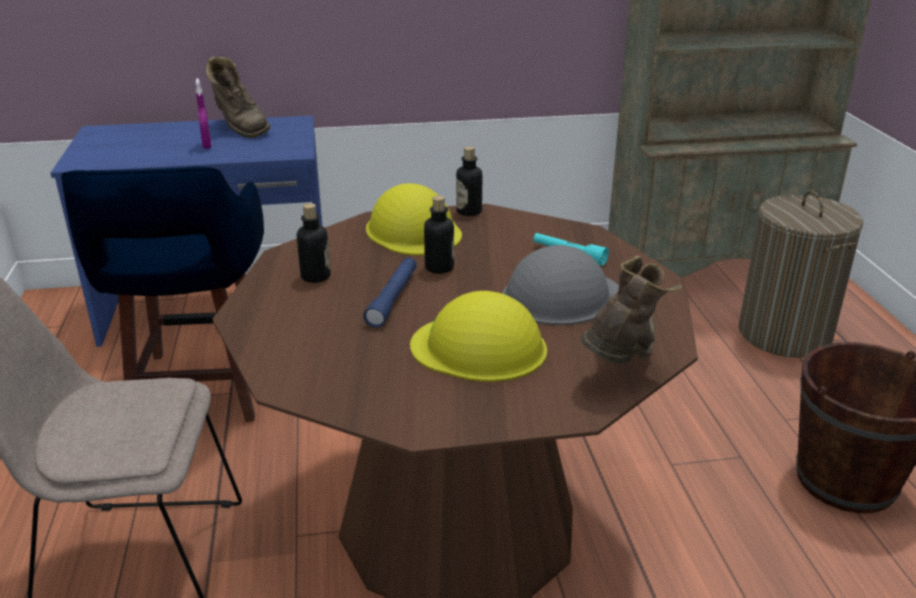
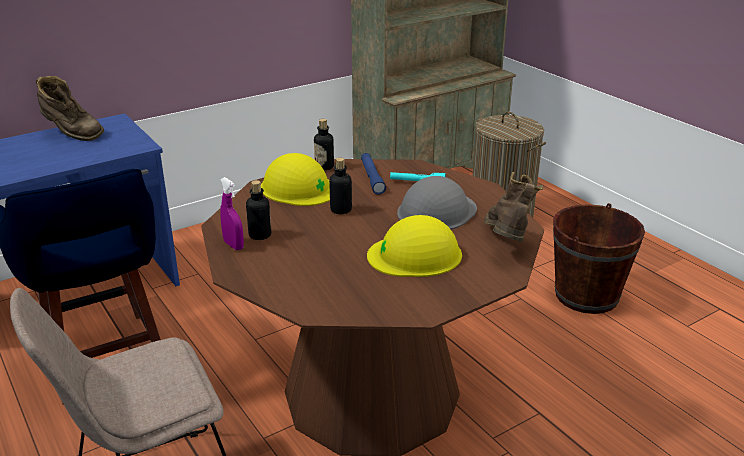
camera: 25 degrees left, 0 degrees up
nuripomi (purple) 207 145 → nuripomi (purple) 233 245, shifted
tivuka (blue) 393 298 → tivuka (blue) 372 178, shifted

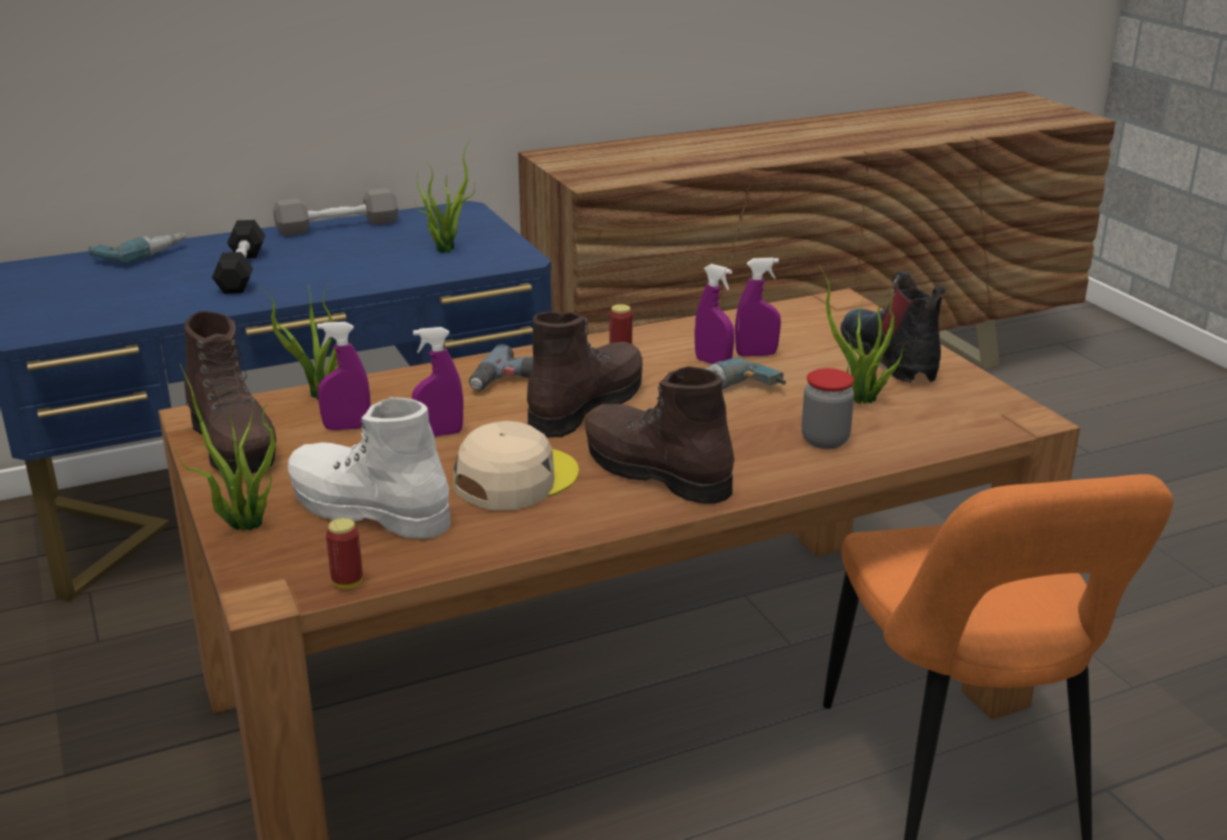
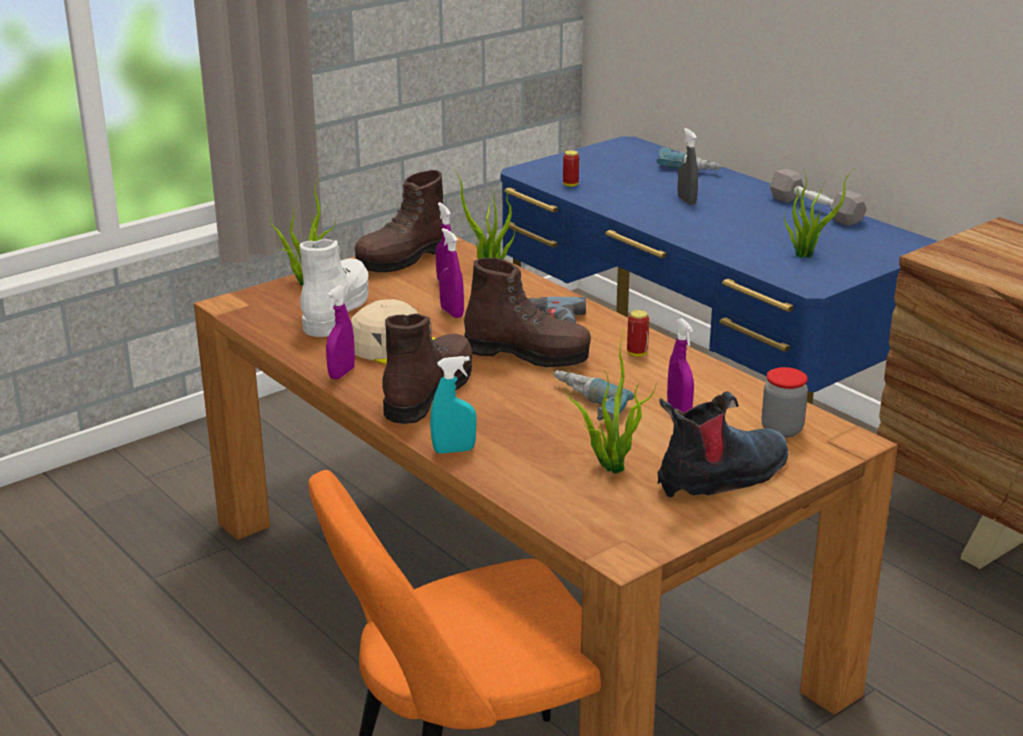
camera: 75 degrees right, 0 degrees up
nuripomi (purple) 713 363 → nuripomi (purple) 341 373, shifted
- → nuripomi (turquoise) 454 450
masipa 347 582 → masipa 570 185, shifted
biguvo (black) 242 271 → nuripomi (grey) 686 201
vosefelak 825 440 → vosefelak 782 430, shifted

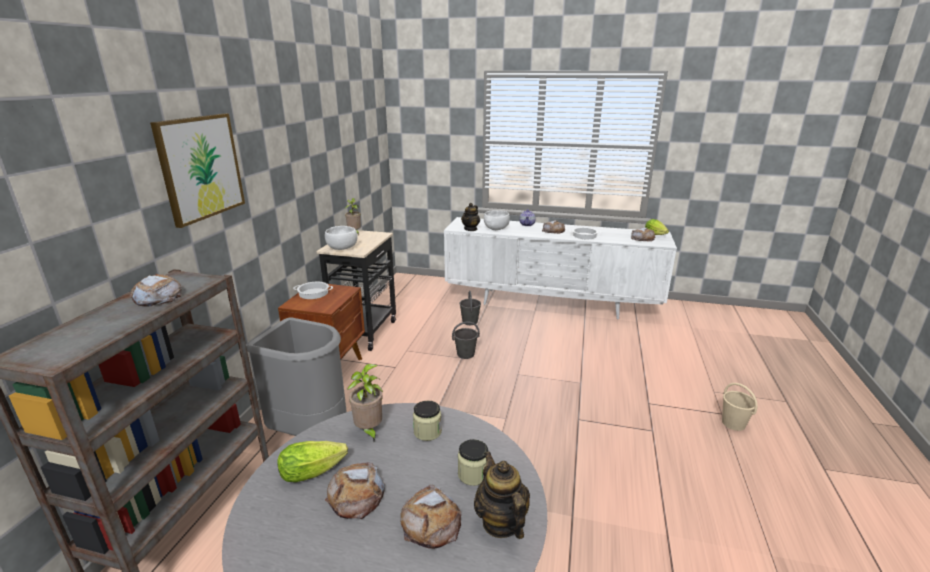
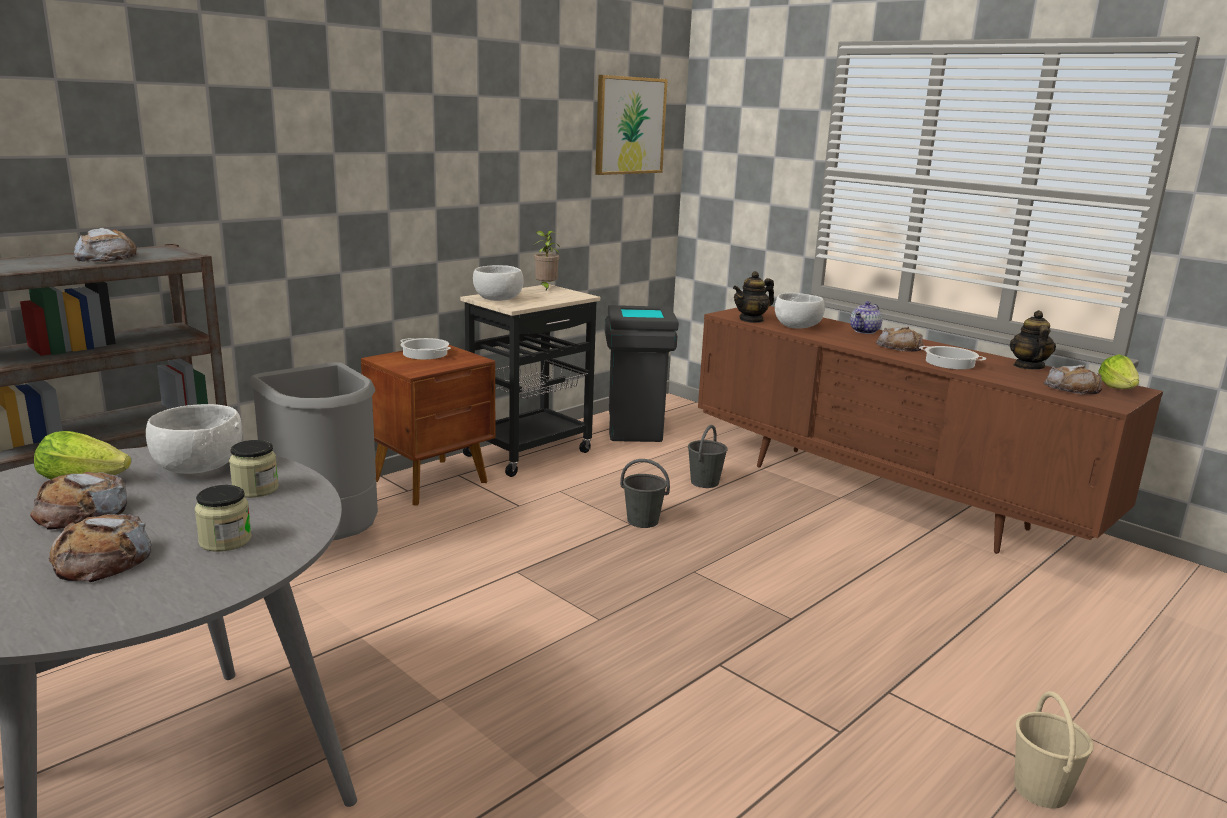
camera: 30 degrees right, 5 degrees down
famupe 369 431 → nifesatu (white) 198 468
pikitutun 200 167 → pikitutun 629 125, shifted
- → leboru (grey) 634 433
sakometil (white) 551 304 → sakometil (brown) 886 496
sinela 501 522 → sinela 1028 366, shifted

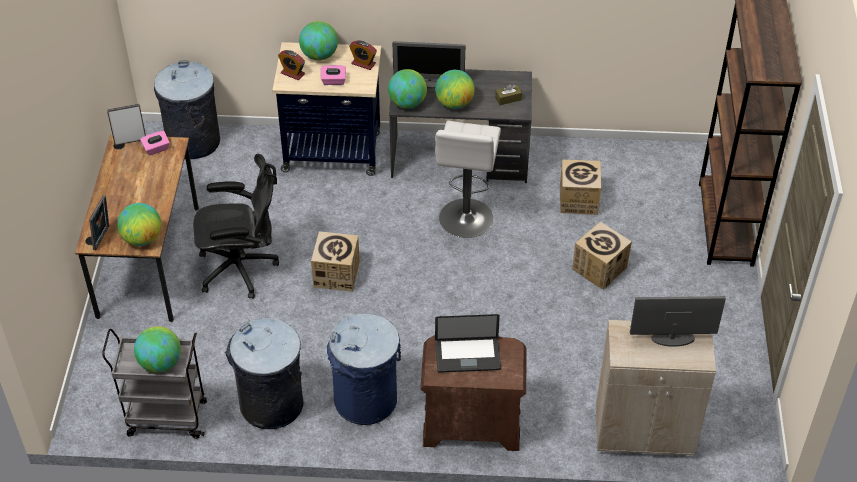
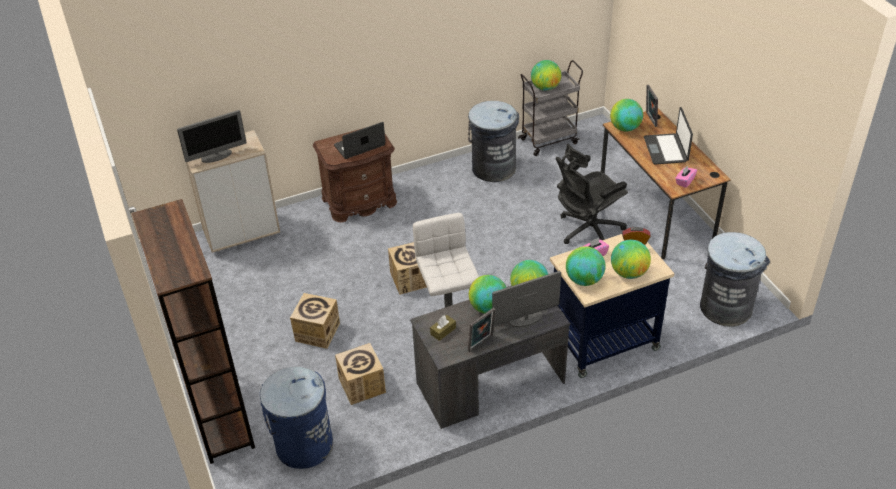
camera: 155 degrees right, 5 degrees down
leboru (blue) 366 400 → leboru (blue) 303 445, shifted
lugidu 336 274 → lugidu 410 279, shifted
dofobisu 130 140 → dofobisu 481 344, shifted
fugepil 363 63 → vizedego 584 280
- → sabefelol 666 150

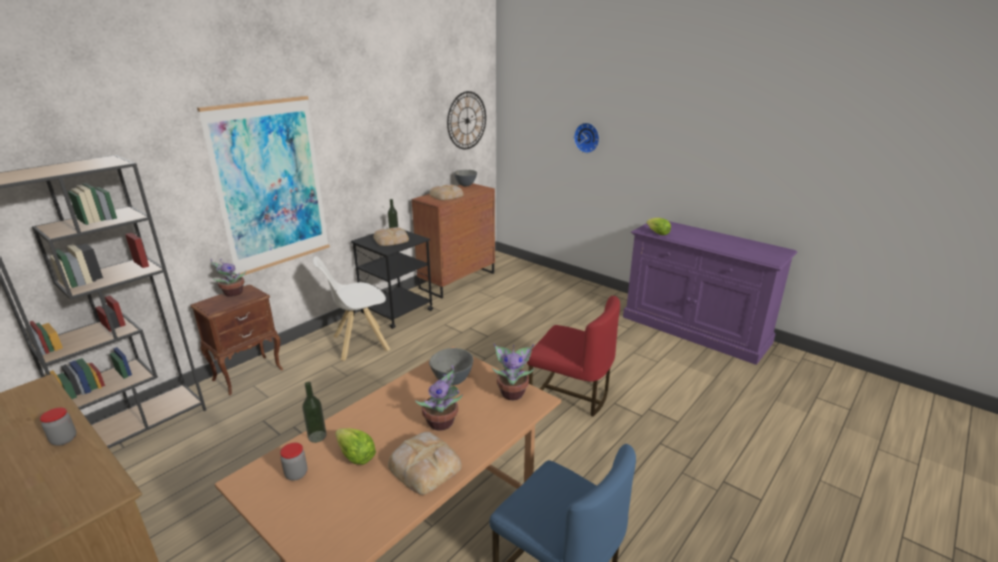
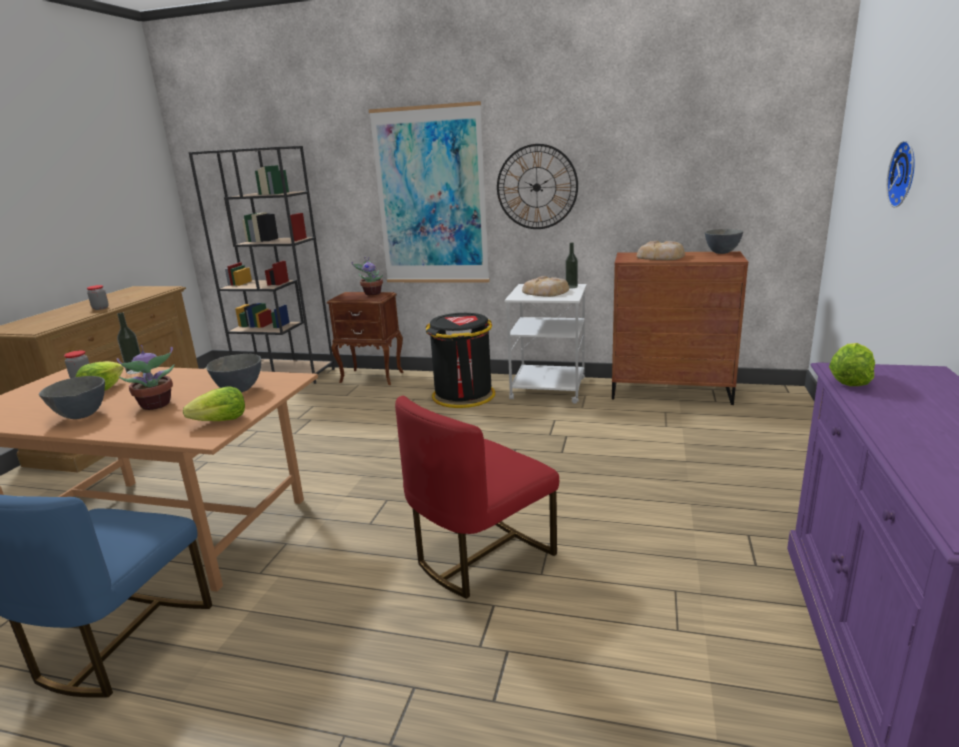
camera: 65 degrees right, 5 degrees down
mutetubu 424 465 → nifesatu (grey) 82 416
famupe 513 392 → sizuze 221 421
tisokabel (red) 570 395 → tisokabel (red) 480 555, 45 degrees clockwise
tisokabel (white) 359 343 → leboru (black) 463 396
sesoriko 467 120 → sesoriko 537 187, shifted
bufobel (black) 397 310 → bufobel (white) 549 389

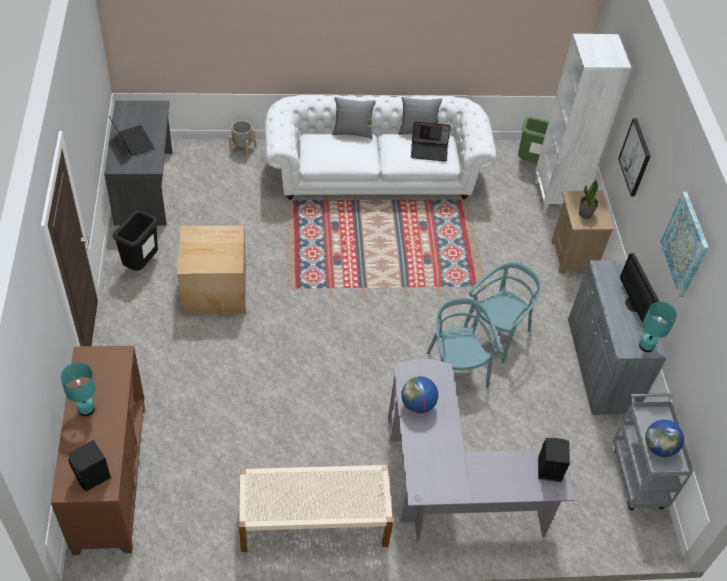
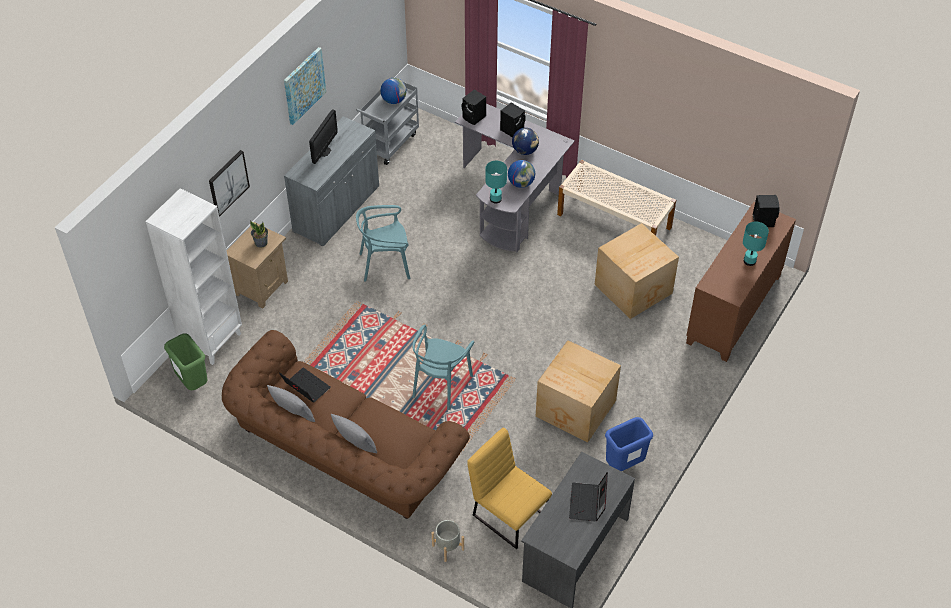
camera: 140 degrees left, 0 degrees up
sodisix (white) 375 171 → sodisix (brown) 343 451
tisokabel (turquoise) 455 371 → tisokabel (turquoise) 441 384, shifted
- → tisokabel (yellow) 508 514
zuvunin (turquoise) 646 346 → zuvunin (turquoise) 495 199, shifted
- → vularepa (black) 512 129
- → vizedego 525 151
- → lugidu 634 289
leboru (black) 141 264 → leboru (blue) 624 464

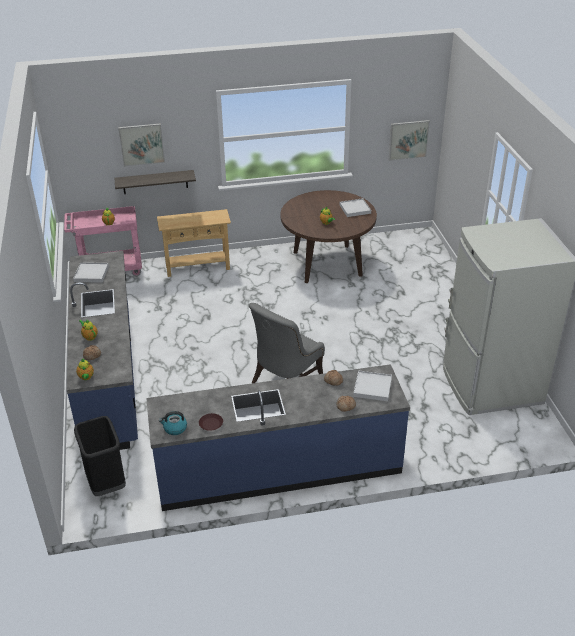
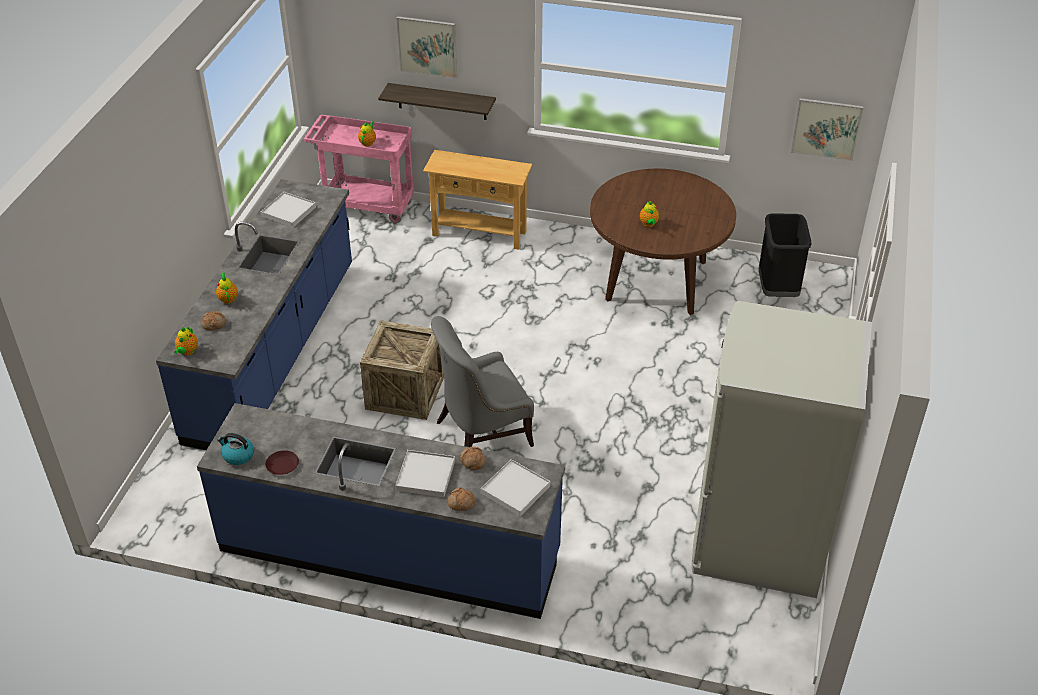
camera: 25 degrees right, 5 degrees up
- → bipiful 405 392
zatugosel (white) 355 209 → zatugosel (white) 425 476, shifted
leboru (black) 106 483 → leboru (black) 778 289, shifted

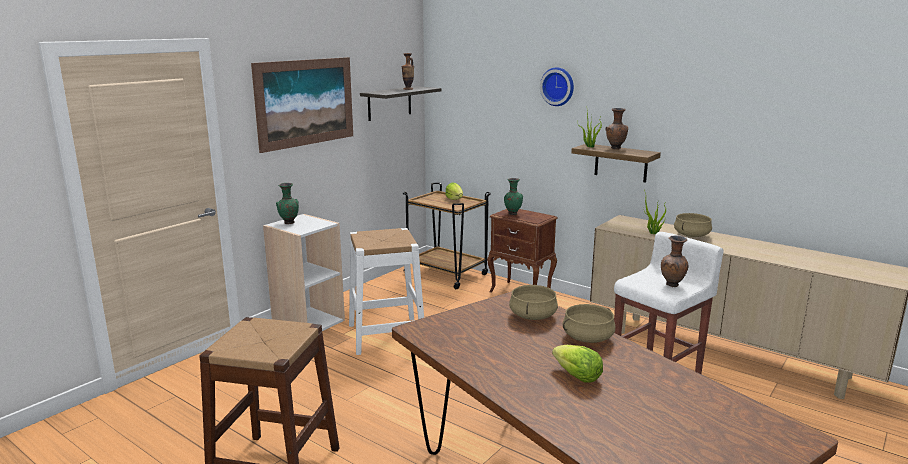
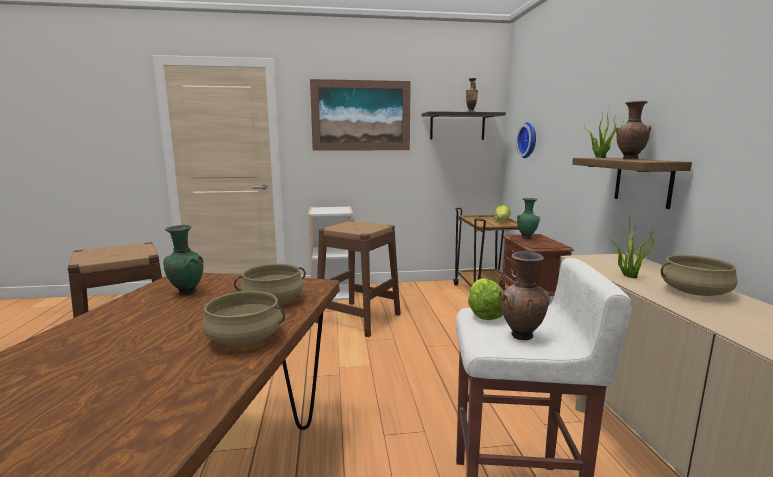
camera: 45 degrees right, 5 degrees down
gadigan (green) 289 223 → gadigan (green) 186 293, shifted
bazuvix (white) 386 335 → bazuvix (brown) 359 318
sizuze 577 377 → sizuze 484 314, shifted
sesoriko 558 86 → sesoriko 529 140, shifted

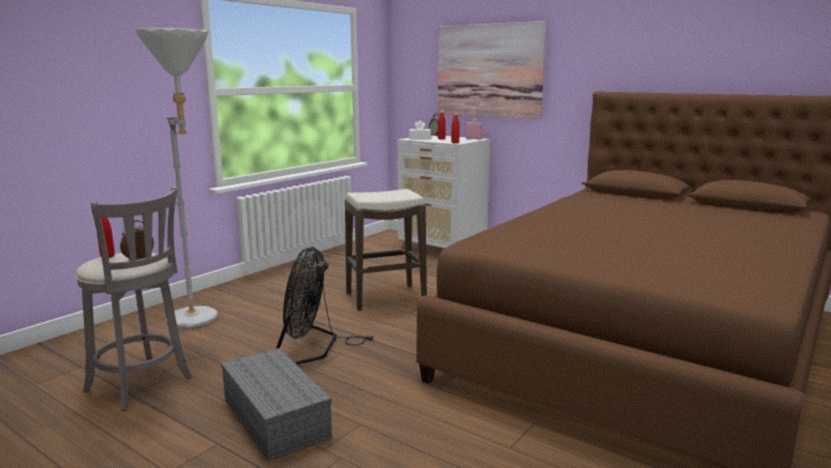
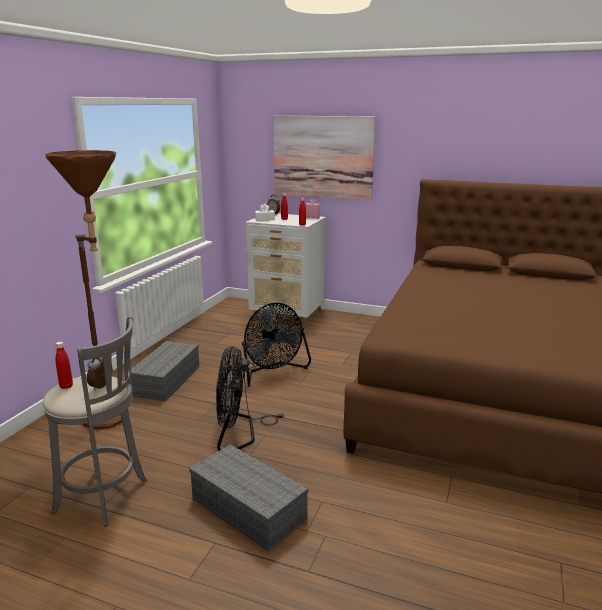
camera: 15 degrees left, 5 degrees up
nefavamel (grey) 198 321 → nefavamel (brown) 113 419
- → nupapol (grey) 166 380
bazuvix 385 298 → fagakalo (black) 269 372

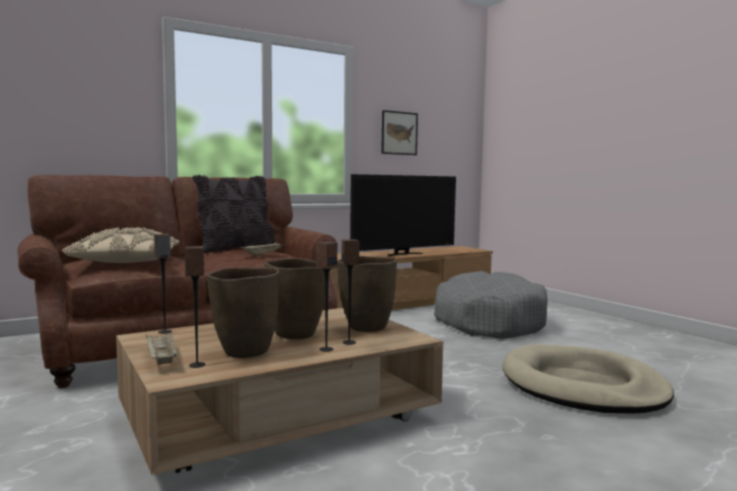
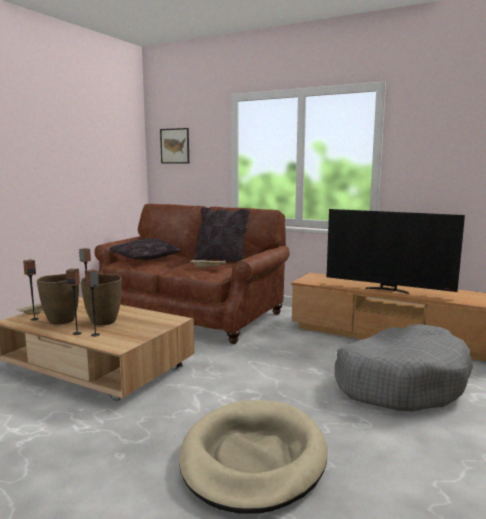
camera: 60 degrees right, 5 degrees up
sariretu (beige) 126 261 → sariretu (black) 145 258
pikitutun 399 133 → pikitutun 175 146, shifted
gadigan (brown) 366 327 → -

